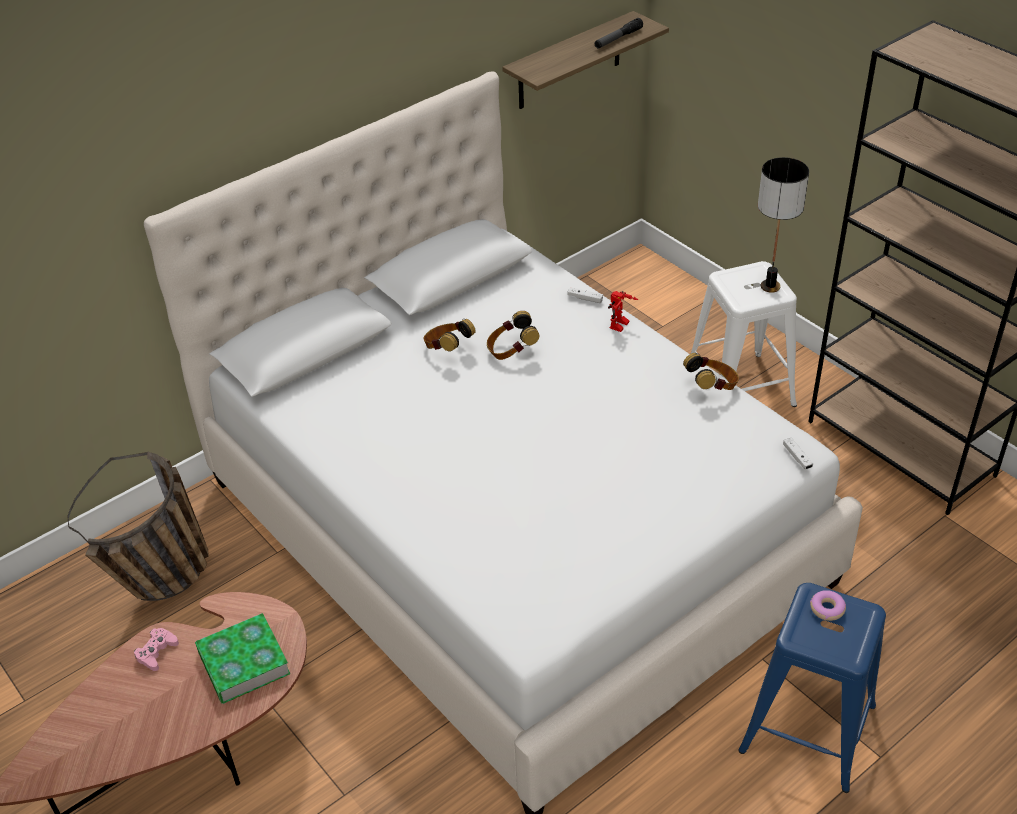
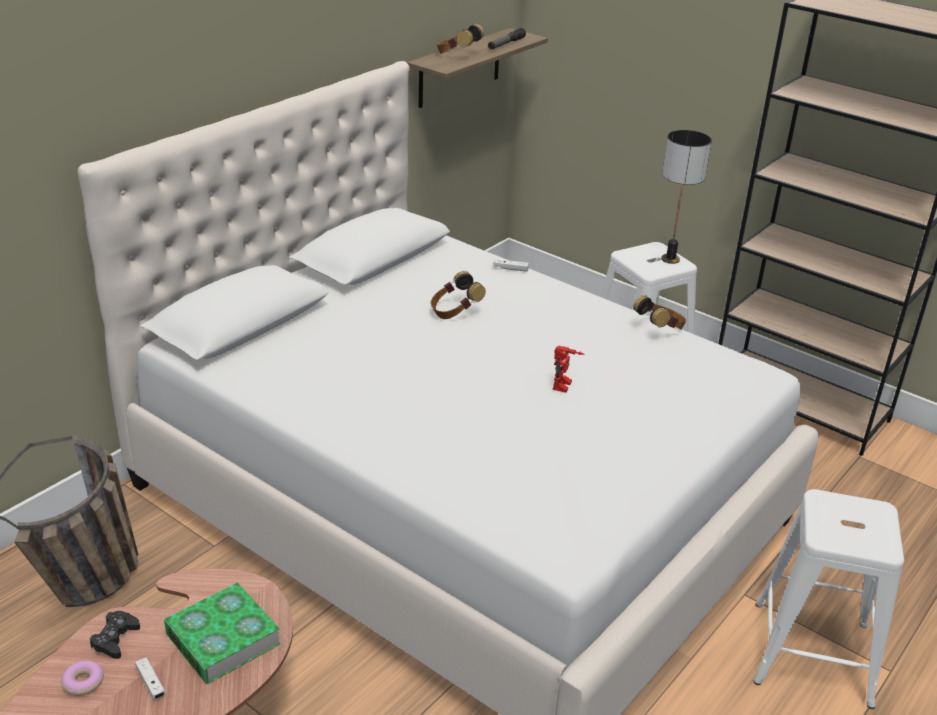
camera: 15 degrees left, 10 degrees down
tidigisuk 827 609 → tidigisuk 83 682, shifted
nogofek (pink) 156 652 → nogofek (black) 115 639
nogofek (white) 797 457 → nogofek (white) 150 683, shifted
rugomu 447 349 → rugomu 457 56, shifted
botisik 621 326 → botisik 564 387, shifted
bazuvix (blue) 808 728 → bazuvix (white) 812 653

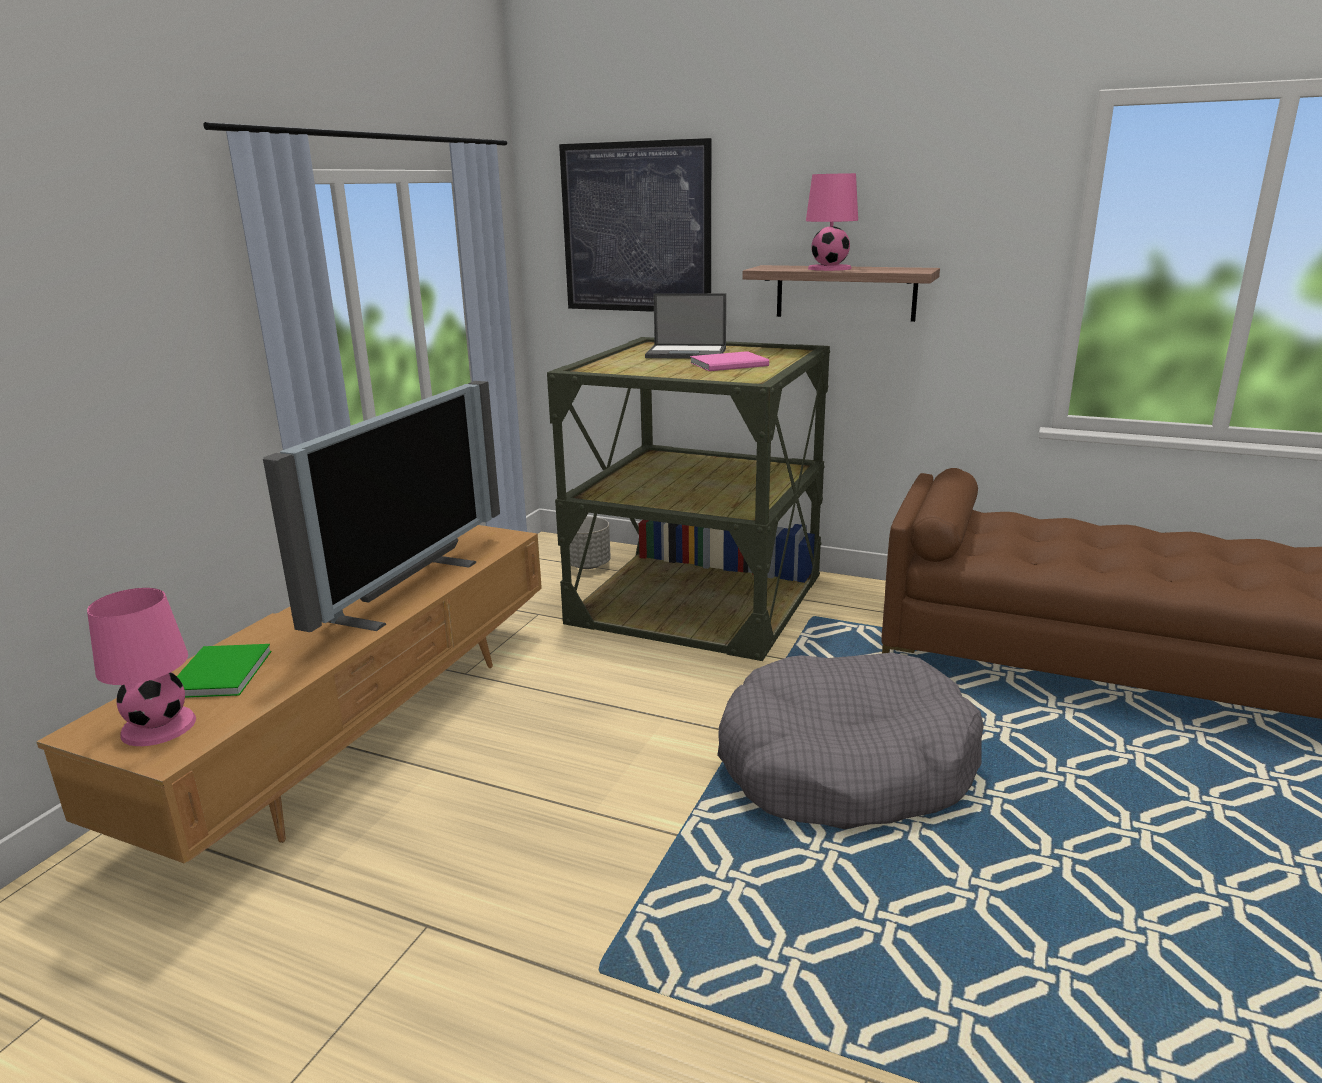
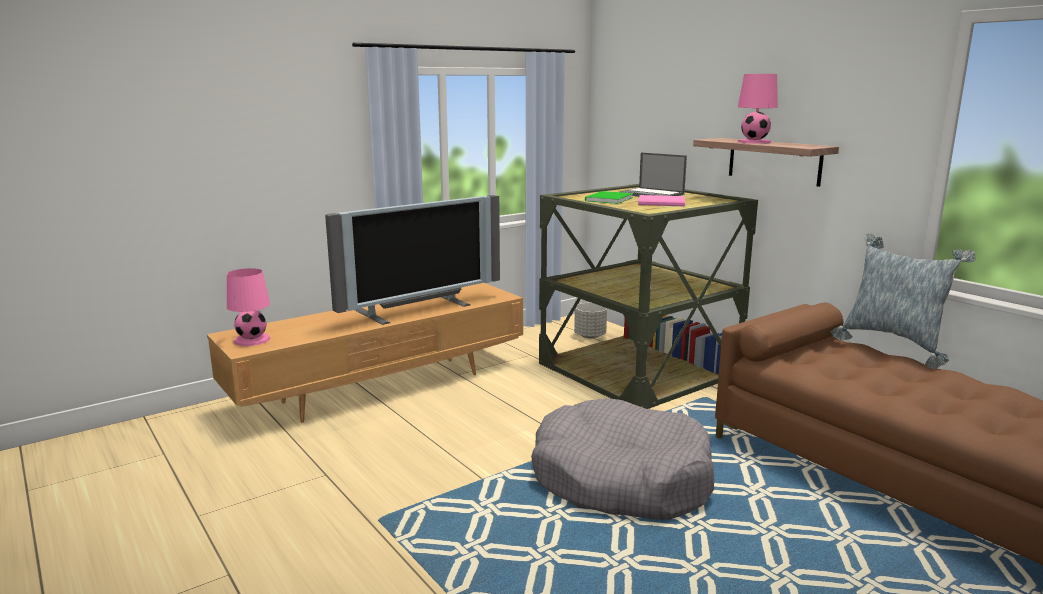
camera: 30 degrees right, 5 degrees down
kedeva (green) 217 675 → kedeva (green) 607 199, shifted
- → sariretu 892 351
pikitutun 636 228 → -

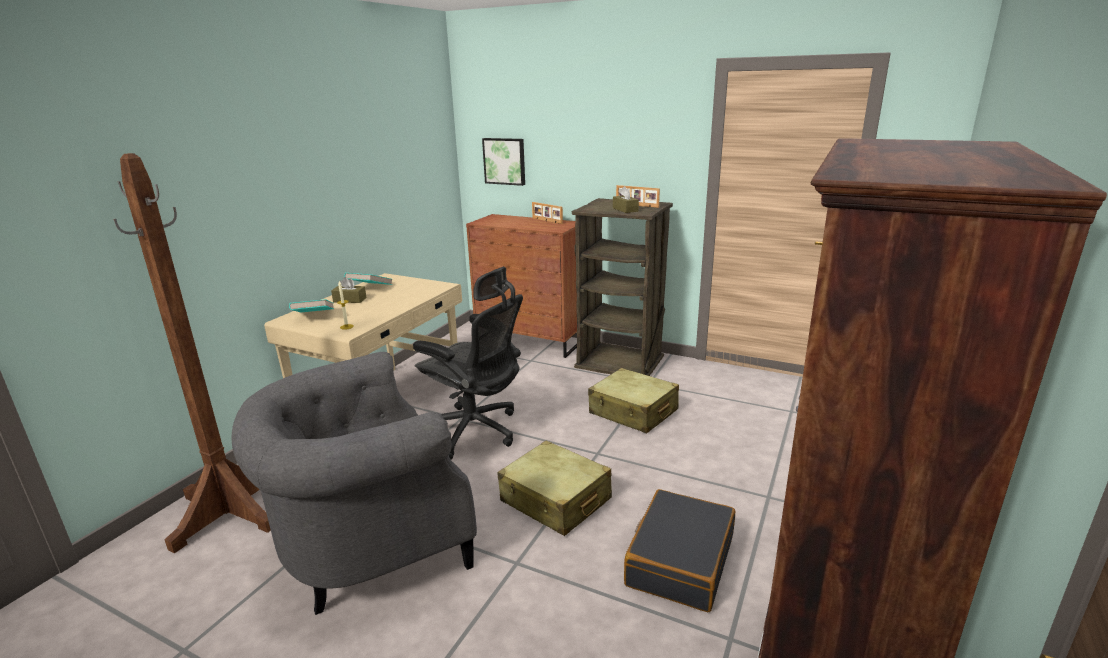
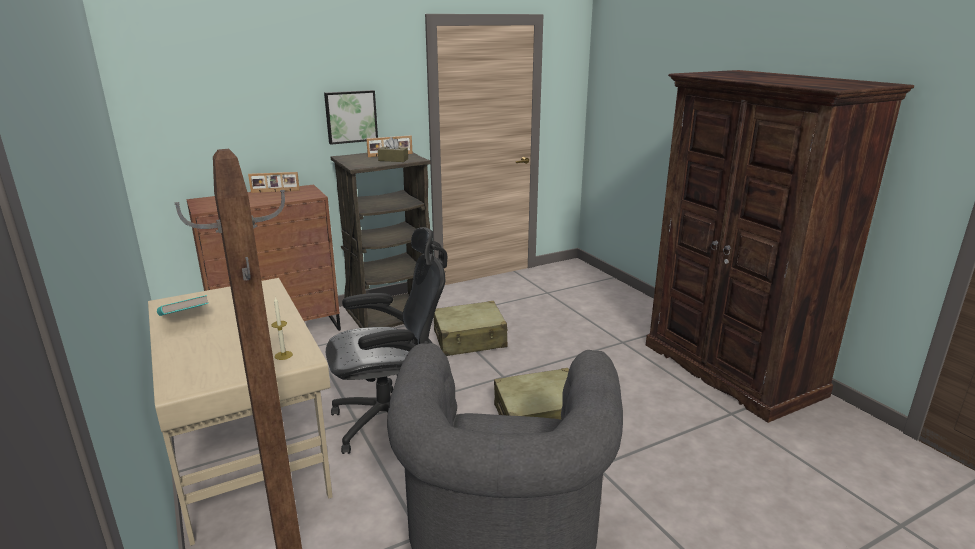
camera: 55 degrees left, 0 degrees up
pikitutun 505 161 → pikitutun 350 116, shifted
kedeva (turquoise) 314 317 → -
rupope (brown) 350 300 → -
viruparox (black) 679 561 → -

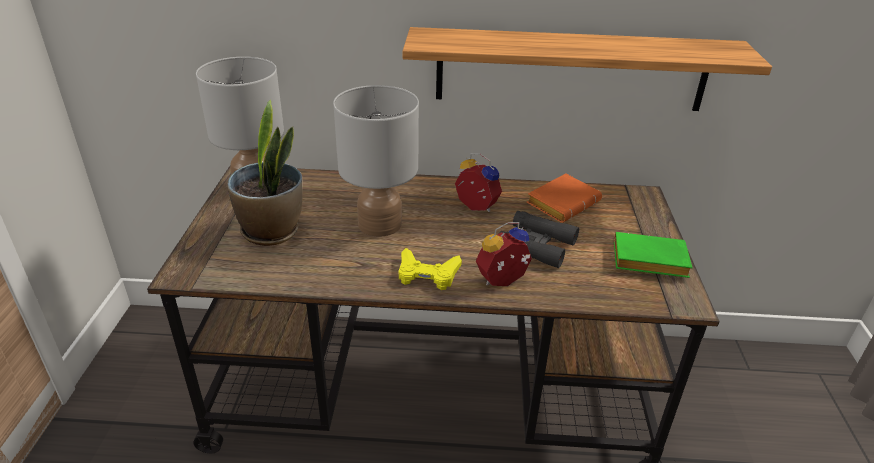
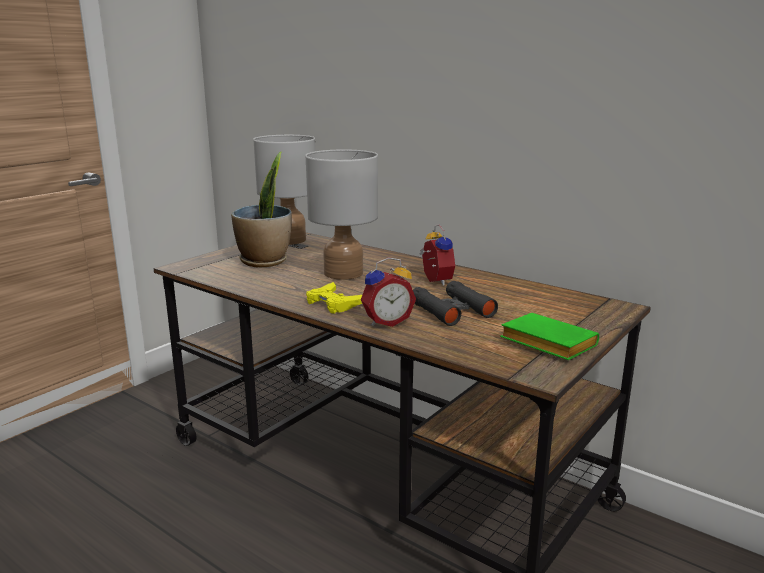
camera: 35 degrees right, 15 degrees down
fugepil 503 282 → fugepil 386 321, 150 degrees clockwise
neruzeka 571 70 → -
kedeva (orange) 562 202 → -

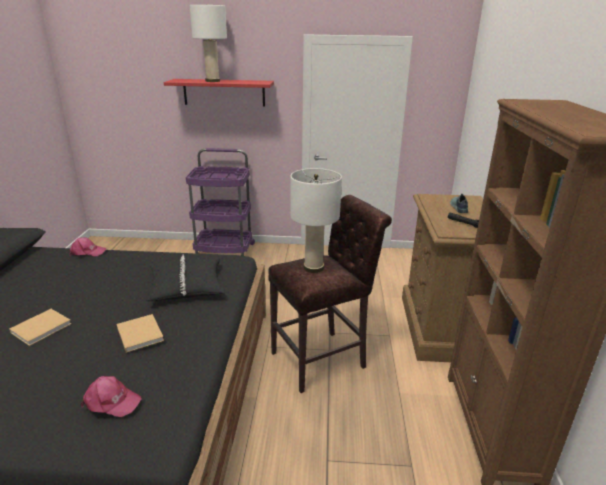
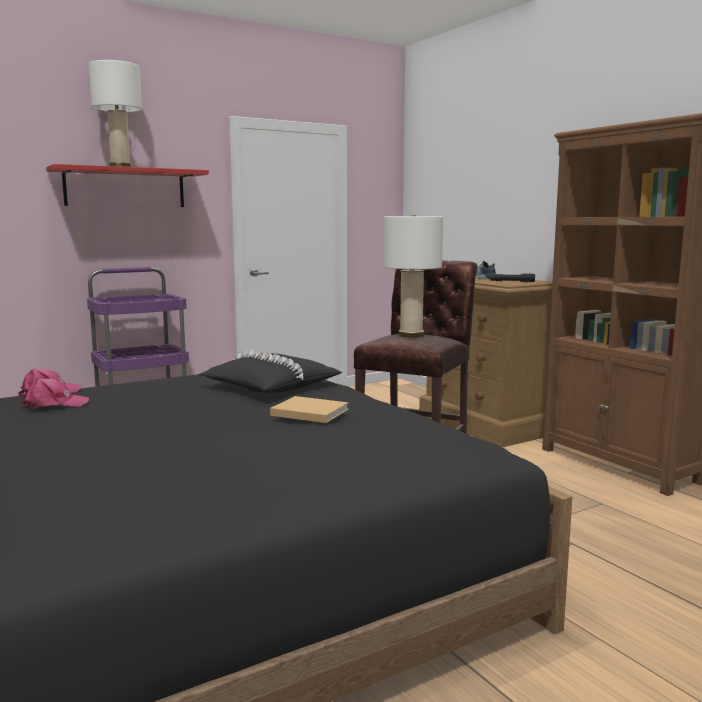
camera: 35 degrees left, 15 degrees down
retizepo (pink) 111 401 → retizepo (pink) 55 405, shifted
kedeva (beige) 43 327 → -

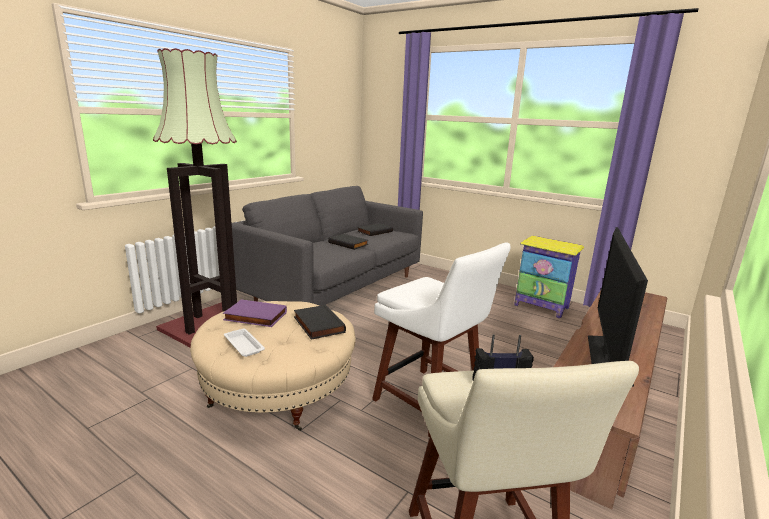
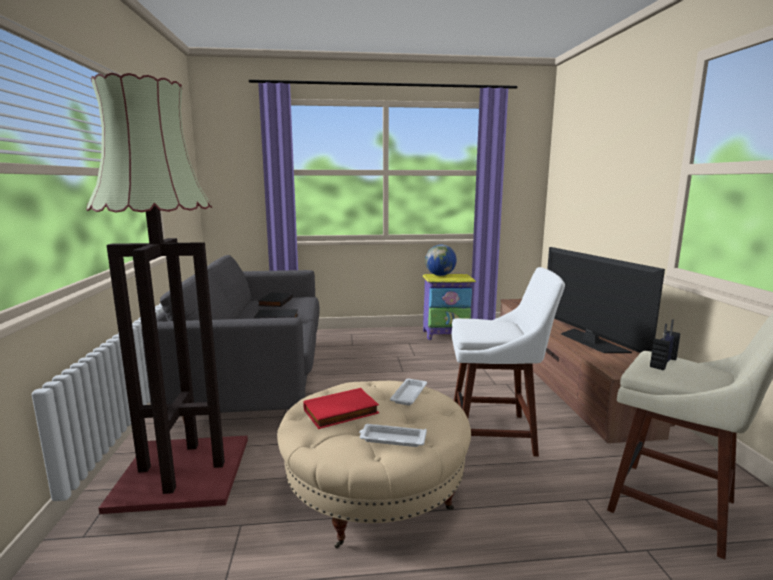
camera: 40 degrees left, 5 degrees down
kedeva (purple) 254 317 → kedeva (red) 341 412
kedeva (black) 317 325 → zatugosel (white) 409 394
- → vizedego 440 275

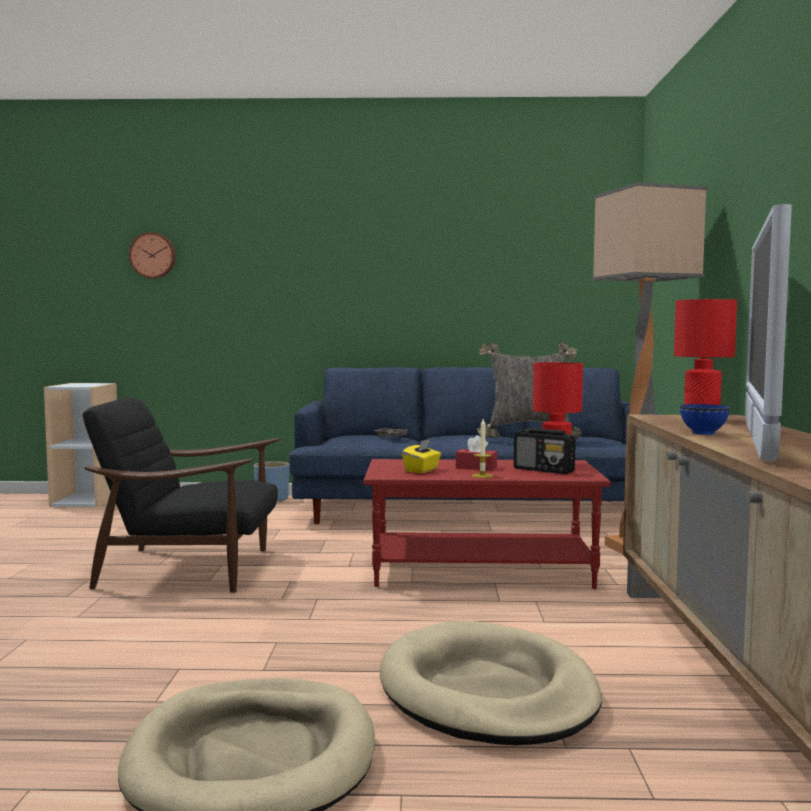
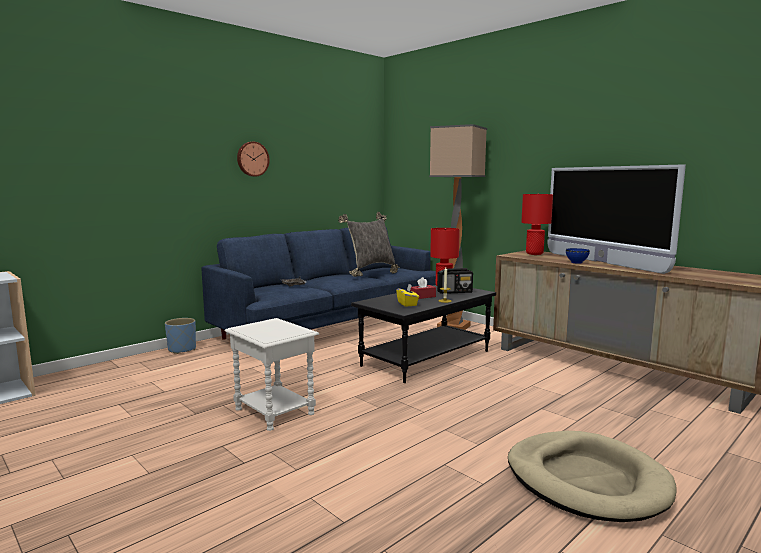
camera: 45 degrees left, 5 degrees up
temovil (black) 191 568 → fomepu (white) 273 411
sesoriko 153 255 → sesoriko 252 159, shifted
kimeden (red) 482 571 → kimeden (black) 426 358
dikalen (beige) 487 692 → -

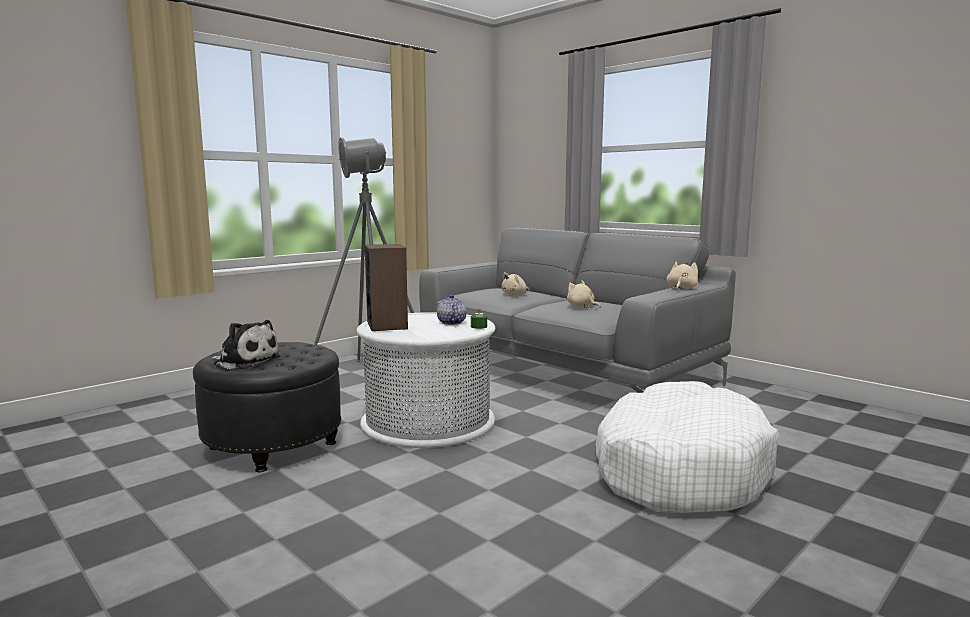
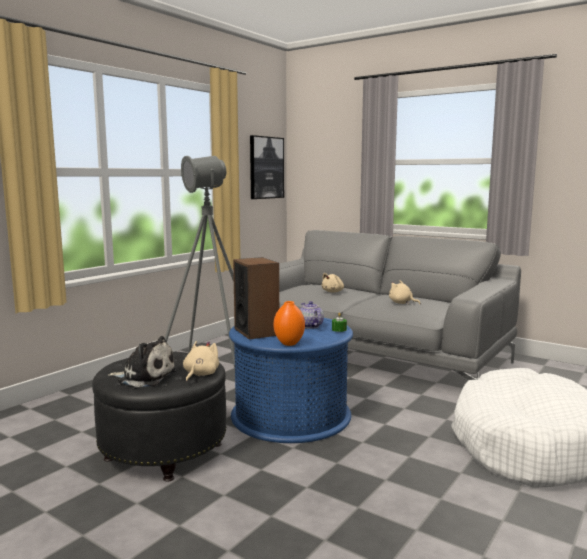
camera: 10 degrees left, 0 degrees up
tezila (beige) 681 288 → tezila (beige) 200 374, shifted
kimeden (white) 428 421 → kimeden (blue) 291 415
- → pikitutun 266 167
- → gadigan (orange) 289 343

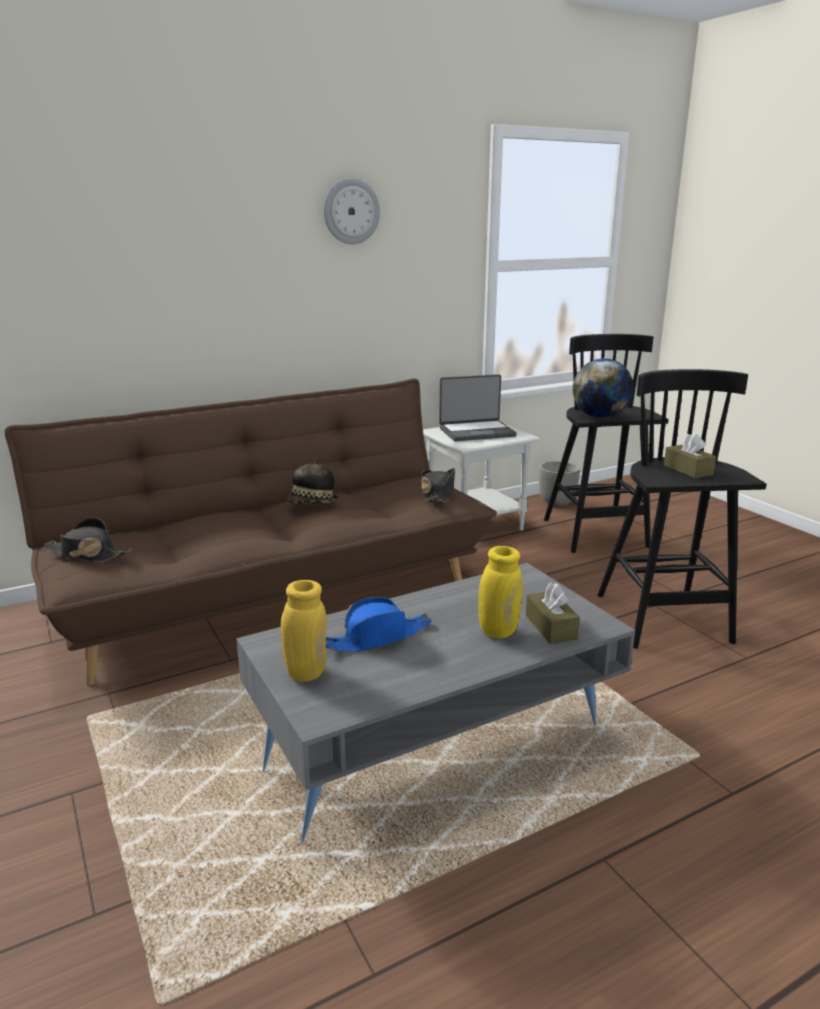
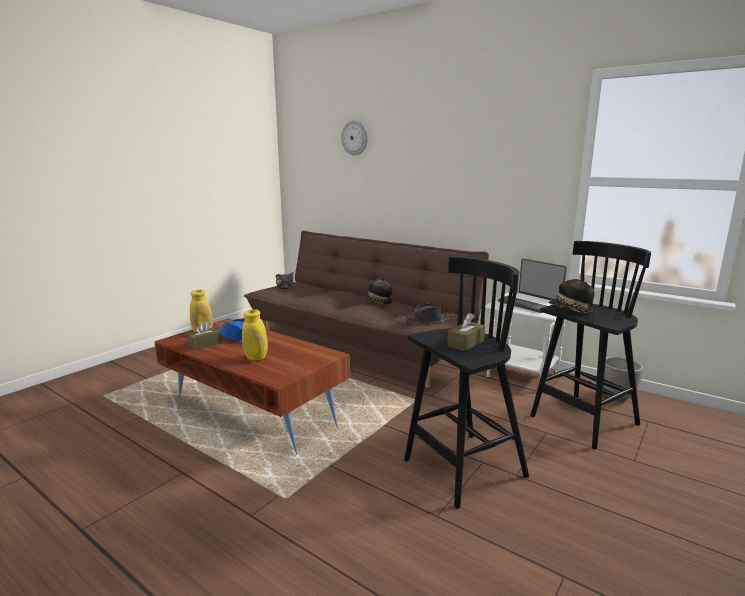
camera: 65 degrees right, 5 degrees down
kimeden (grey) 435 748 → kimeden (brown) 254 412
rupope (brown) 550 627 → rupope (brown) 204 344, shifted
sesoriko 351 211 → sesoriko 355 138, shifted
vizedego 600 417 → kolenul 570 311

